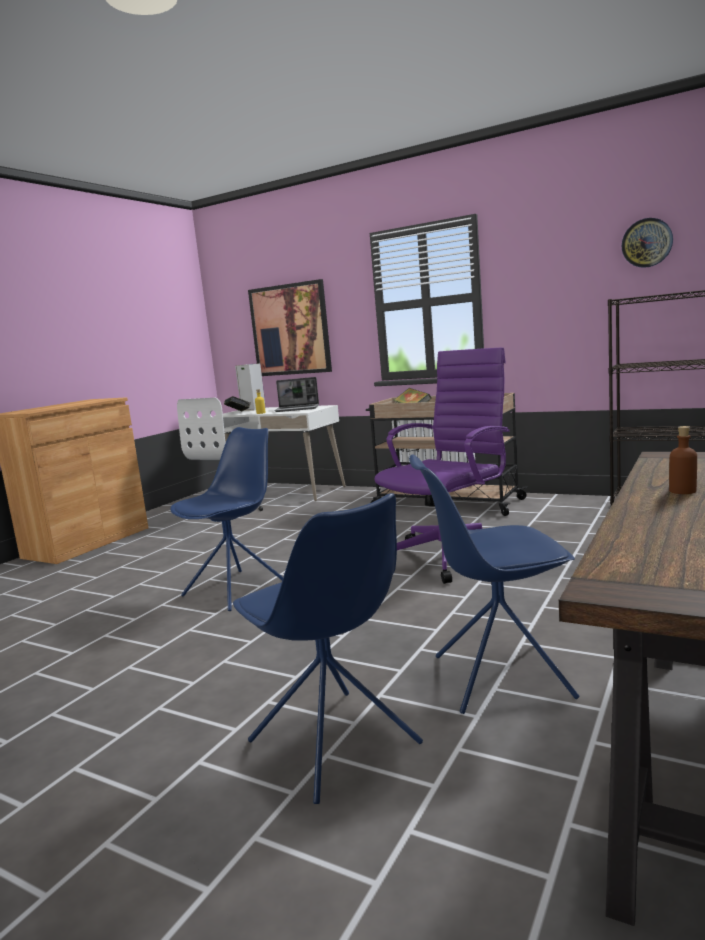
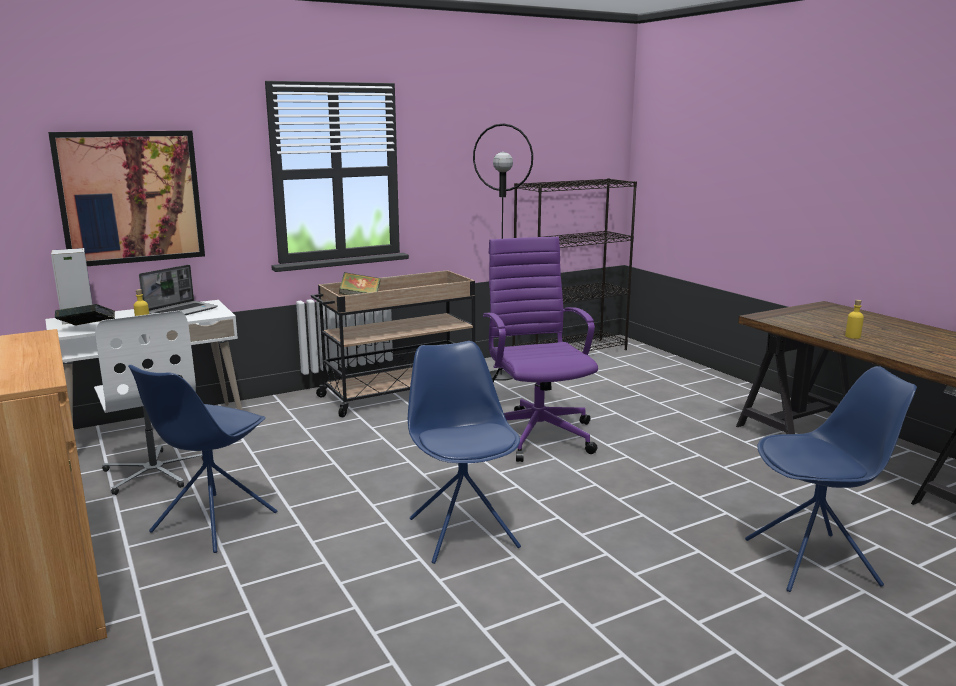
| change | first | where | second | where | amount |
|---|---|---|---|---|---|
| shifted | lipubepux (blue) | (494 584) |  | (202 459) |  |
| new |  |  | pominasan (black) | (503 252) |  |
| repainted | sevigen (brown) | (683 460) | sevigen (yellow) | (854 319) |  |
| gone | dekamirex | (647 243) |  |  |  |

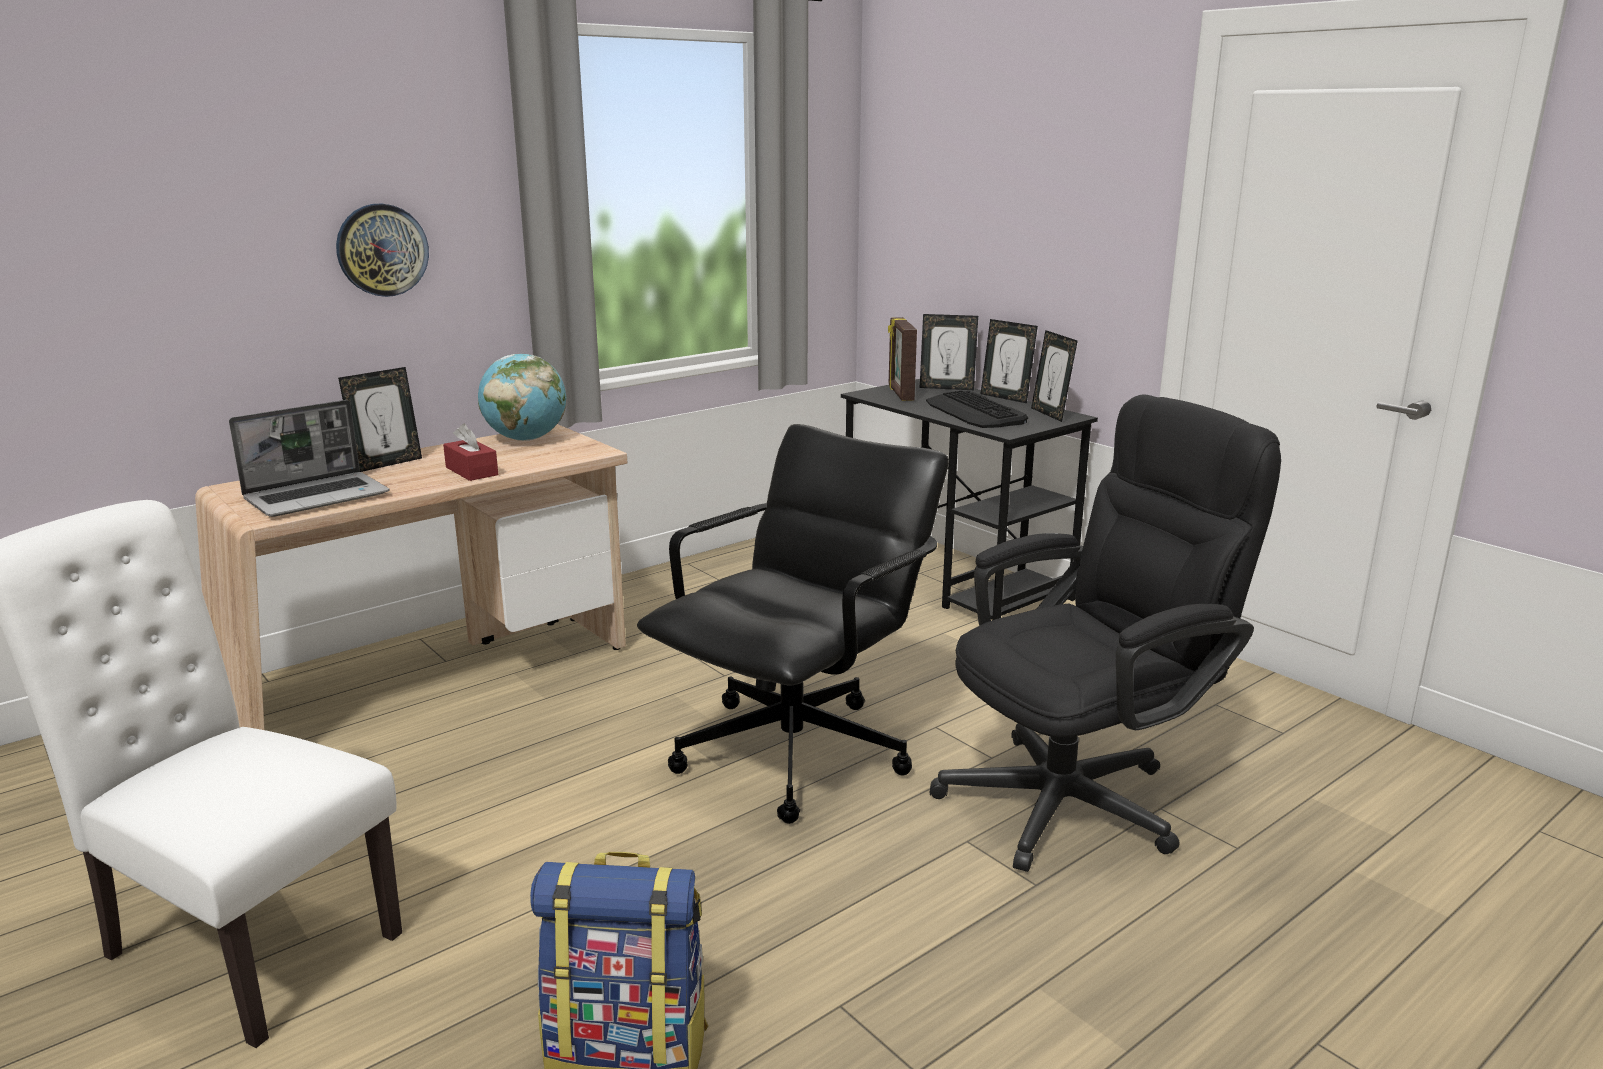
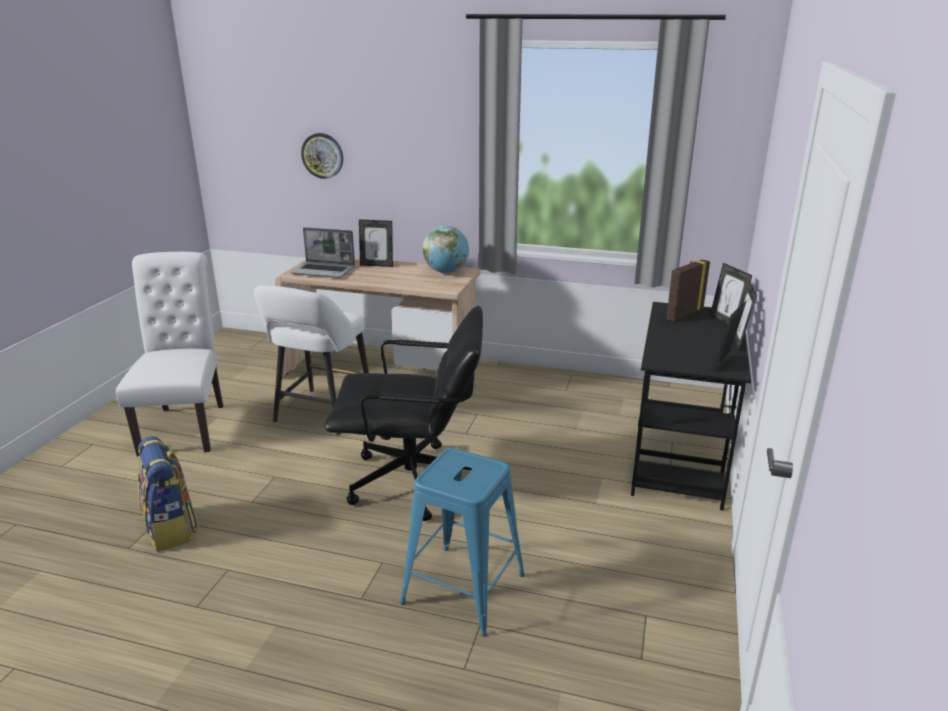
| change | first | where | second | where | amount |
|---|---|---|---|---|---|
| new |  |  | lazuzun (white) | (311 360) |  |
| shifted | dekamirex | (382 250) |  | (322 156) |  |
| swapped | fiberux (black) | (1105 633) | lazuzun (blue) | (462 542) |  |
| gone | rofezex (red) | (470 452) |  |  |  |
| gone | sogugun | (977 409) |  |  |  |

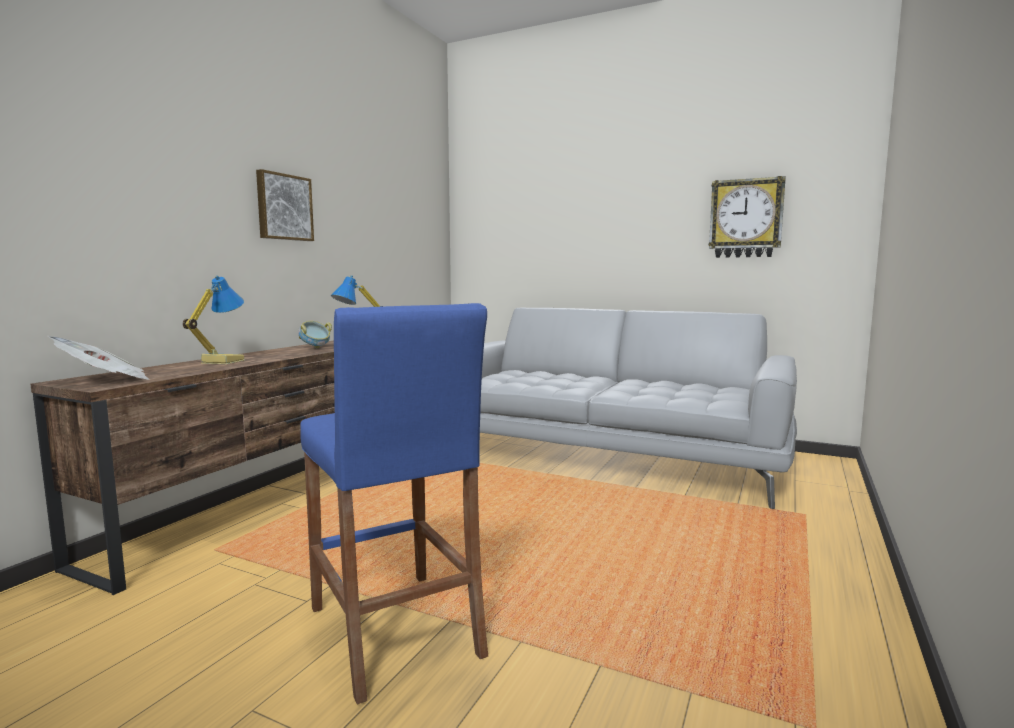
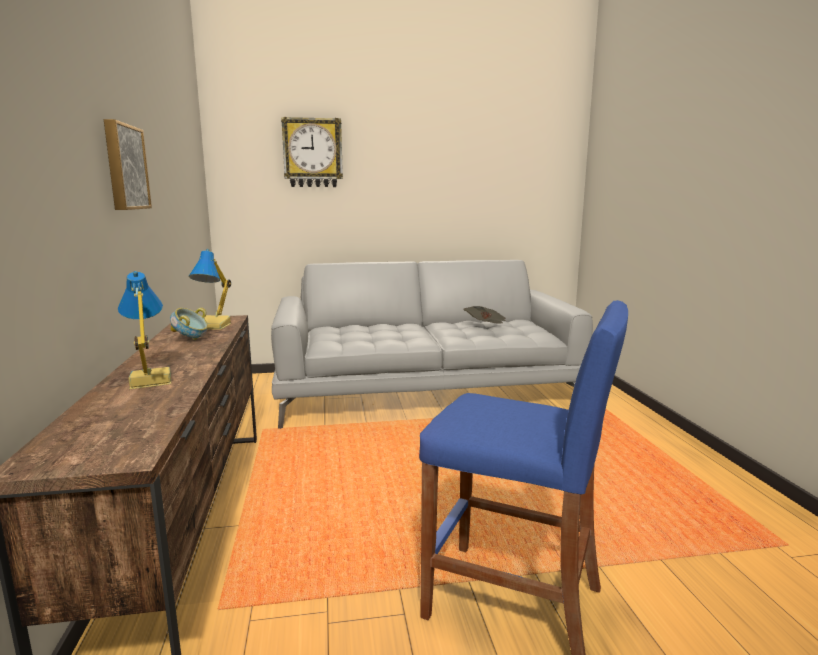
| change | first | where | second | where | amount |
|---|---|---|---|---|---|
| shifted | dekamirex | (747 217) |  | (312 152) |  |
| shifted | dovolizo | (99 358) |  | (484 315) |  |

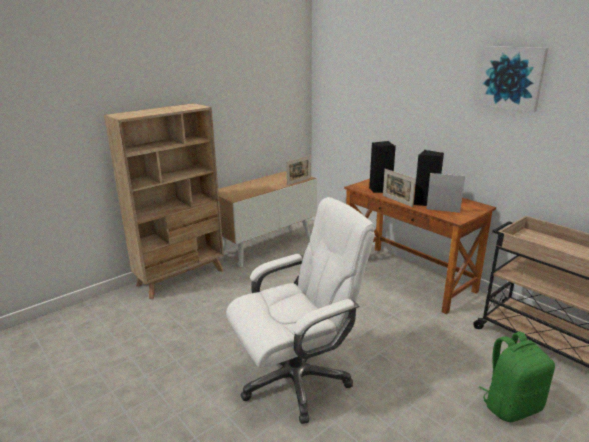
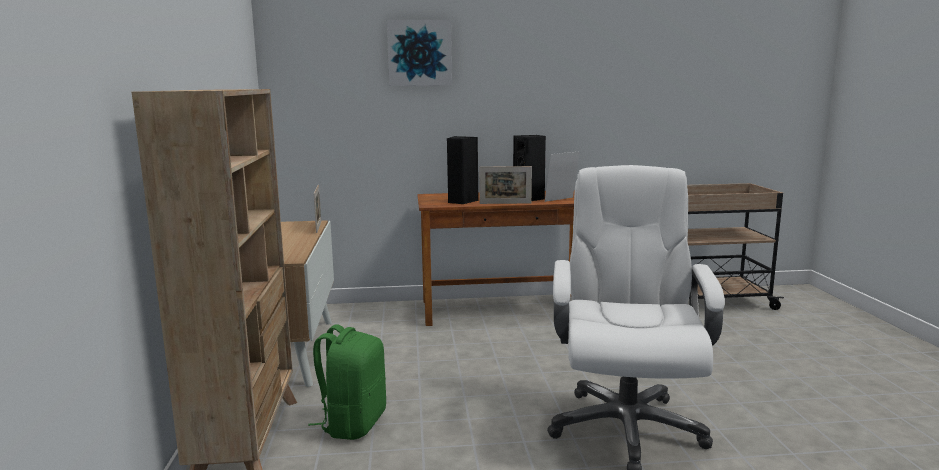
| change | first | where | second | where | amount |
|---|---|---|---|---|---|
| shifted | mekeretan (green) | (517 377) |  | (347 382) |  |
| shifted | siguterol | (513 79) |  | (419 53) |  |

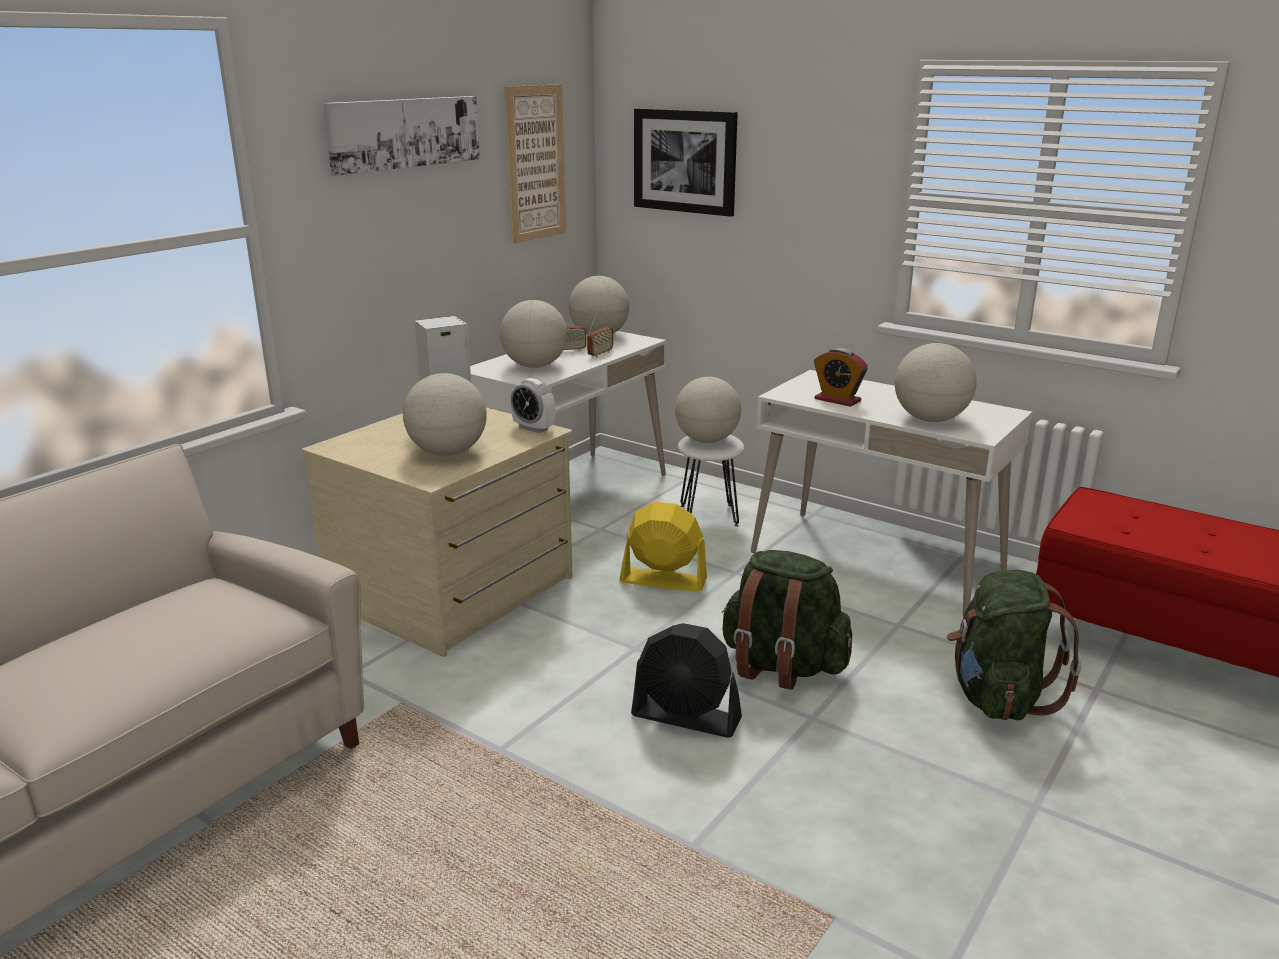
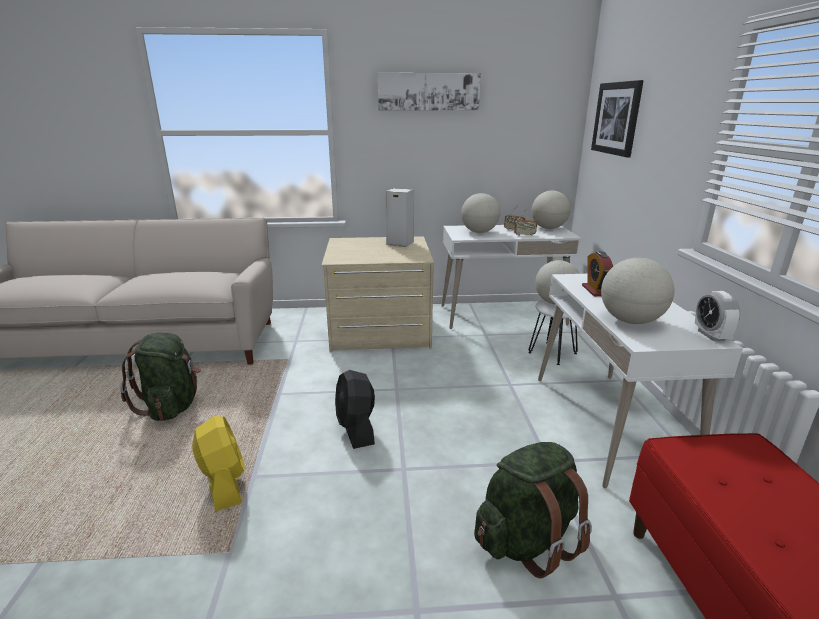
| change | first | where | second | where | amount |
|---|---|---|---|---|---|
| shifted | mekeretan (green) | (787 620) |  | (160 377) |  |
| shifted | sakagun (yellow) | (663 547) |  | (218 463) |  |
| shifted | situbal | (532 405) |  | (717 316) |  |
| gone | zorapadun | (445 414) |  |  |  |
| gone | siguterol | (535 164) |  |  |  |

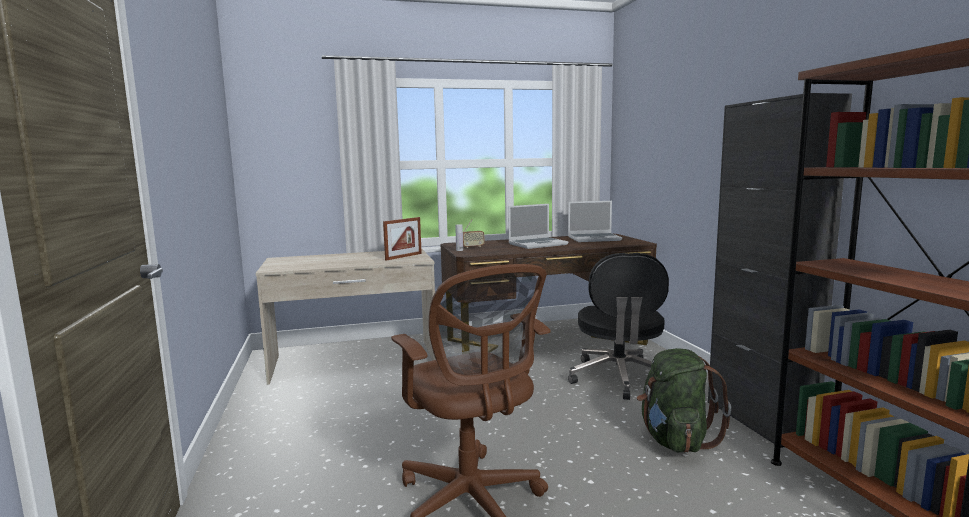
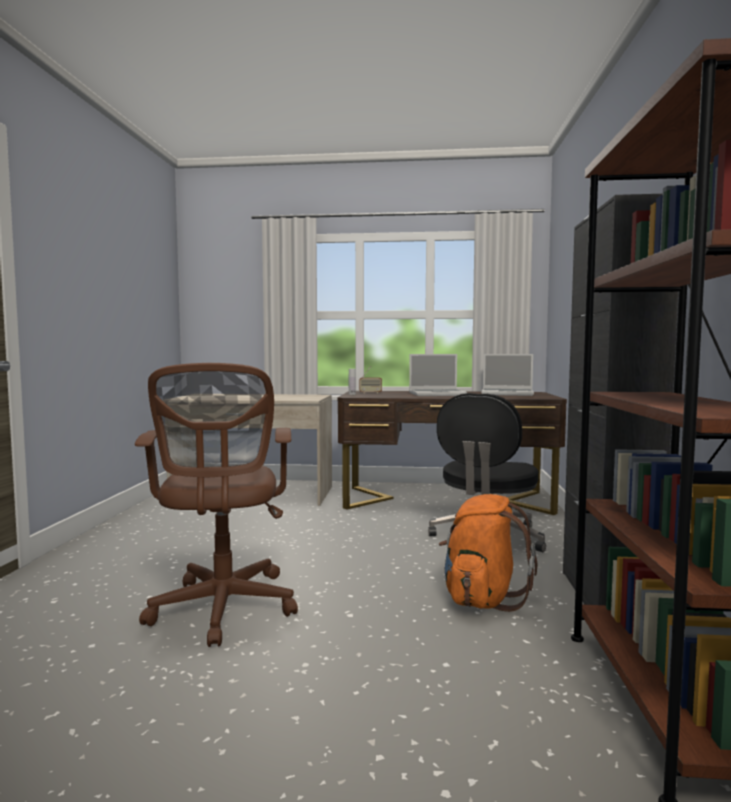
| change | first | where | second | where | amount |
|---|---|---|---|---|---|
| repainted | mekeretan (green) | (684 400) | mekeretan (orange) | (488 553) |  |
| gone | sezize | (402 239) |  |  |  |

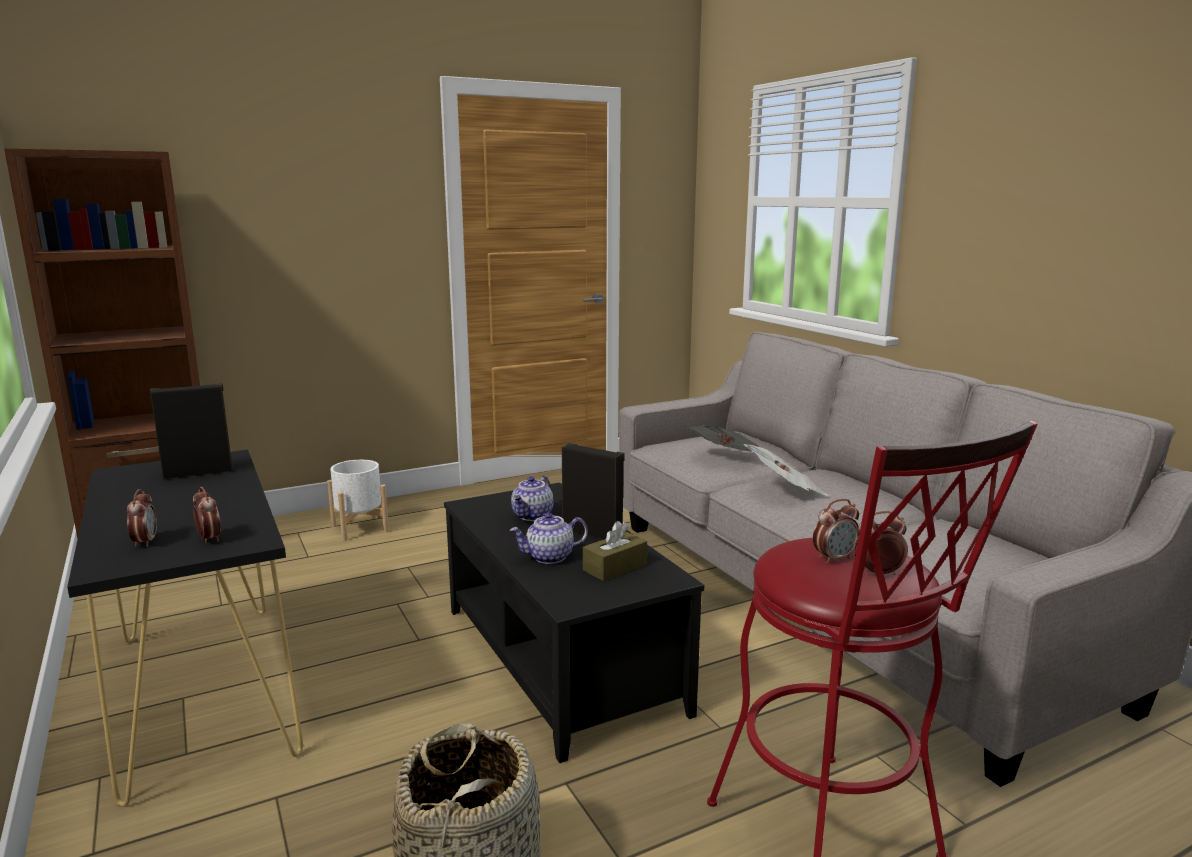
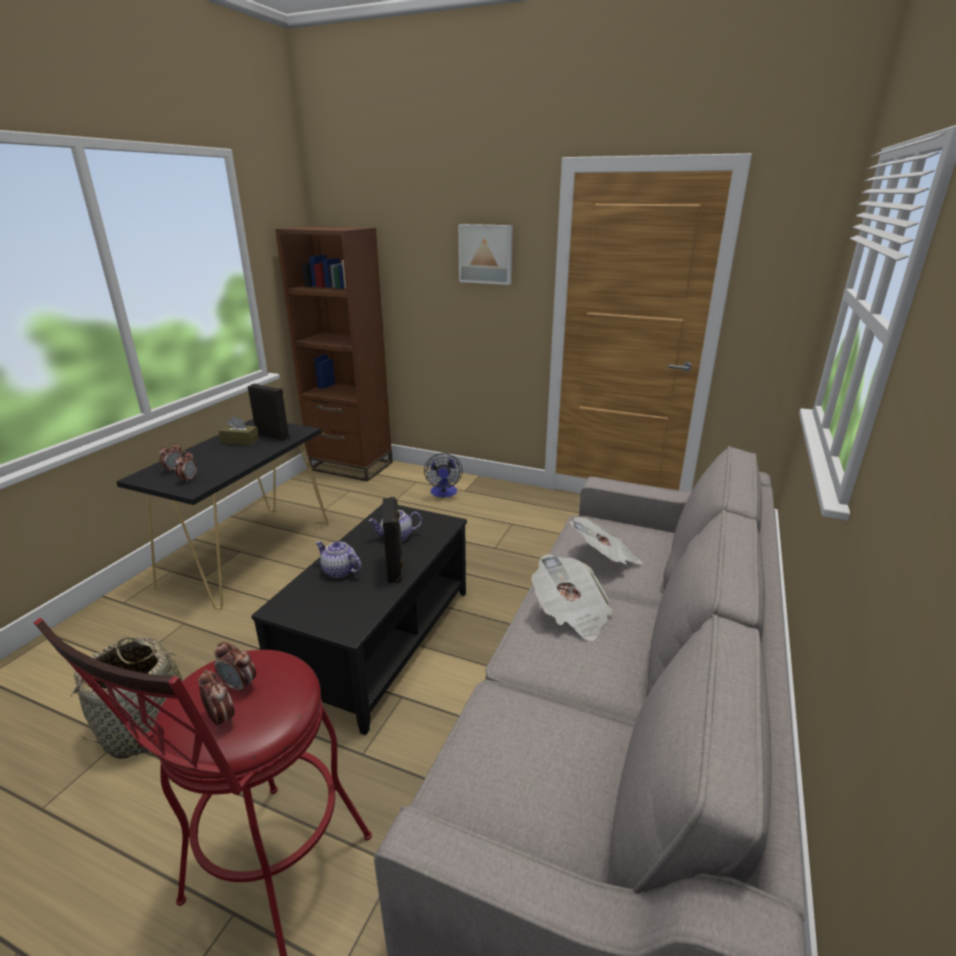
| change | first | where | second | where | amount |
|---|---|---|---|---|---|
| shifted | rofezex (brown) | (615 551) |  | (239 431) |  |
| swapped | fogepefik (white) | (358 500) | sakagun | (443 475) |  |
| new |  |  | siguterol | (485 254) |  |

